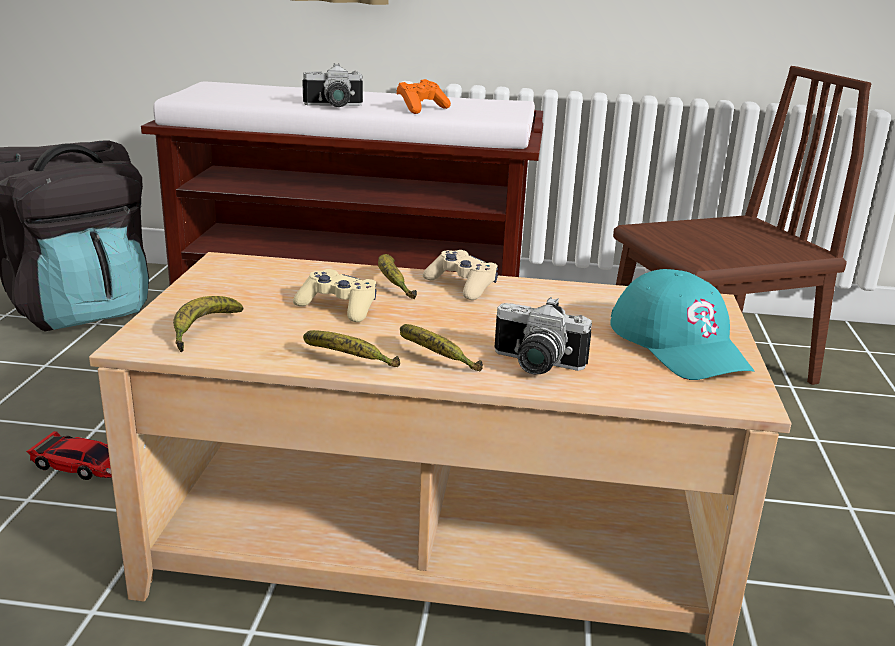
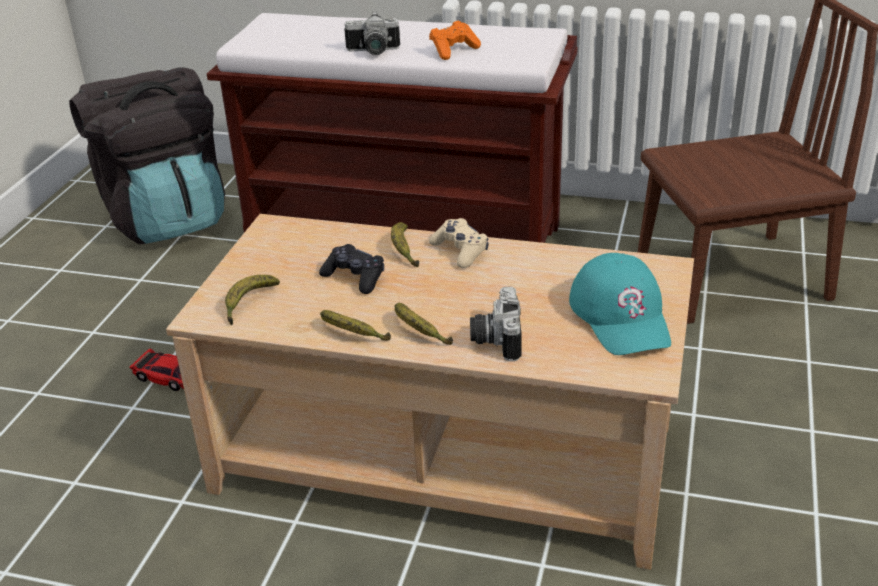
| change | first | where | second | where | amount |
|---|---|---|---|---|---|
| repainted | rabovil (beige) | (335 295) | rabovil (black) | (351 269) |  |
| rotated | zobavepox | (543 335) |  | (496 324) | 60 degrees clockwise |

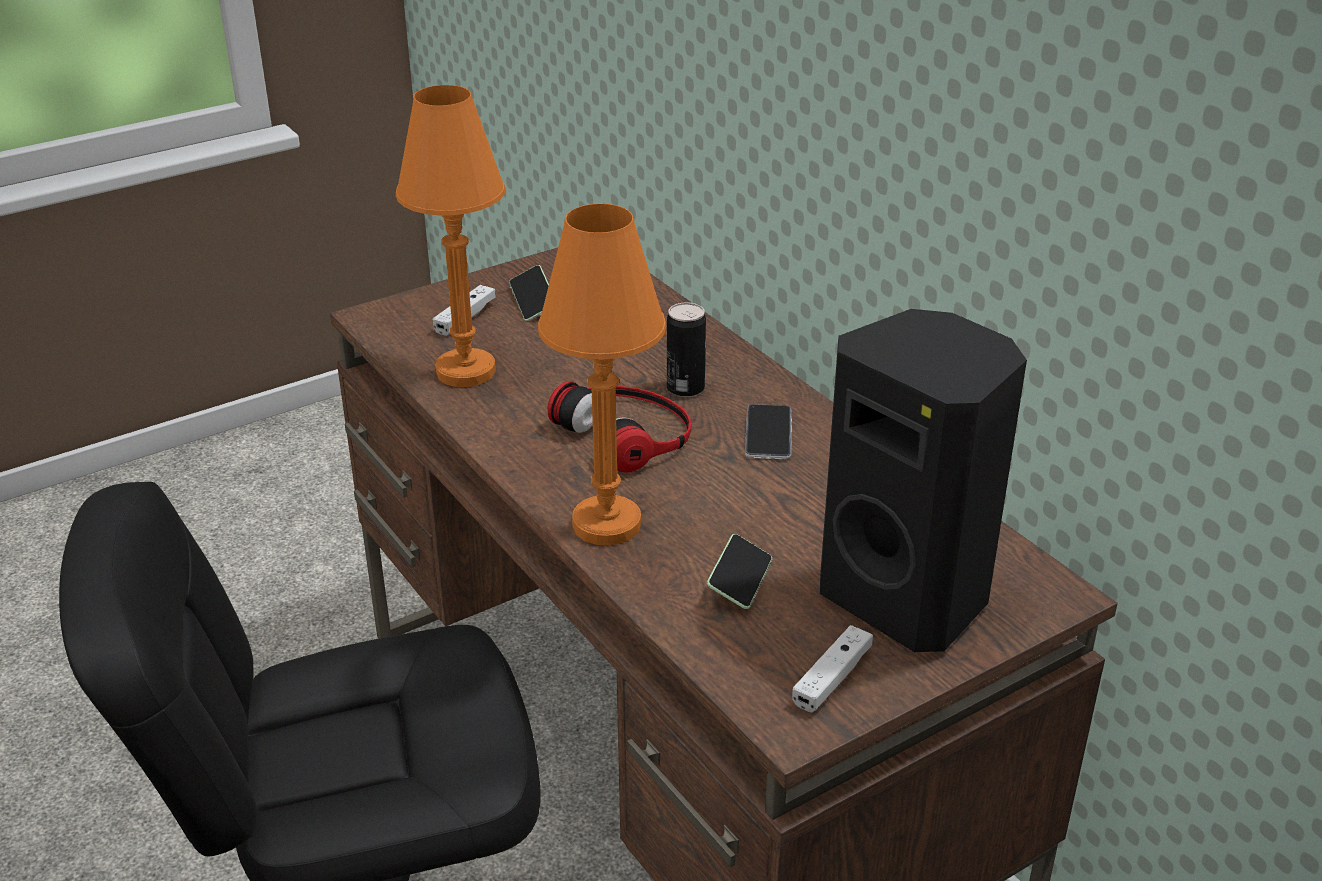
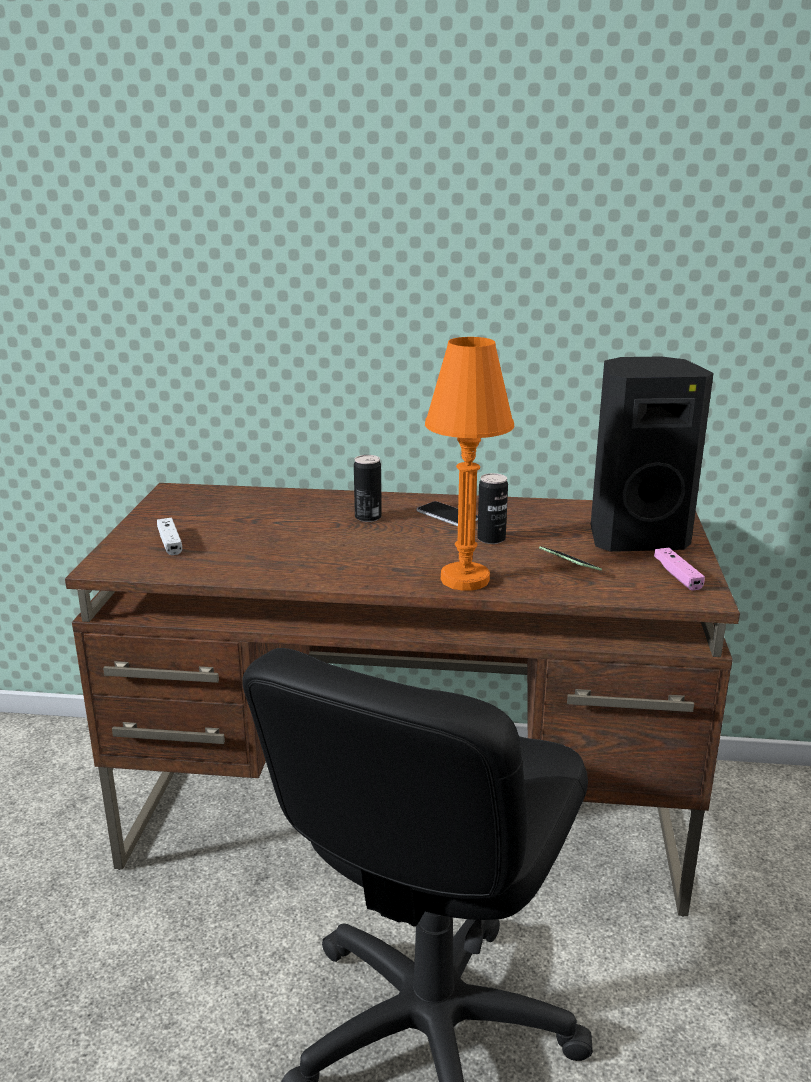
| change | first | where | second | where | amount |
|---|---|---|---|---|---|
| new |  |  | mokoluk | (492 508) |  |
| repainted | rabovil (white) | (832 668) | rabovil (pink) | (679 569) |  |
| gone | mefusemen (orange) | (450 236) |  |  |  |
| gone | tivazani | (529 293) |  |  |  |
| gone | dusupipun | (619 426) |  |  |  |

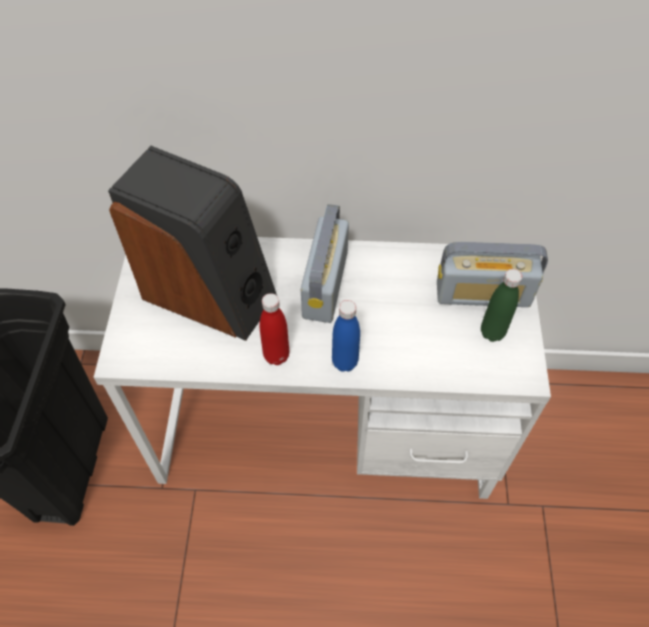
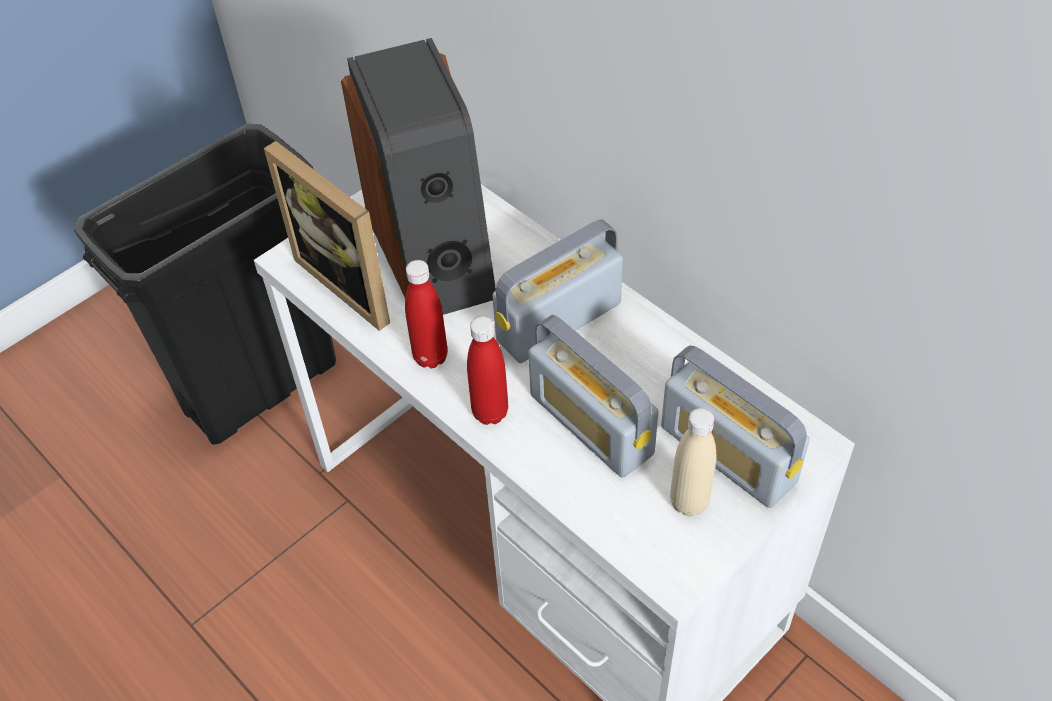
| change | first | where | second | where | amount |
|---|---|---|---|---|---|
| new |  |  | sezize | (327 236) |  |
| repainted | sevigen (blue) | (346 336) | sevigen (red) | (487 370) |  |
| new |  |  | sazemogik | (593 396) |  |
| repainted | sevigen (green) | (501 305) | sevigen (beige) | (693 462) |  |

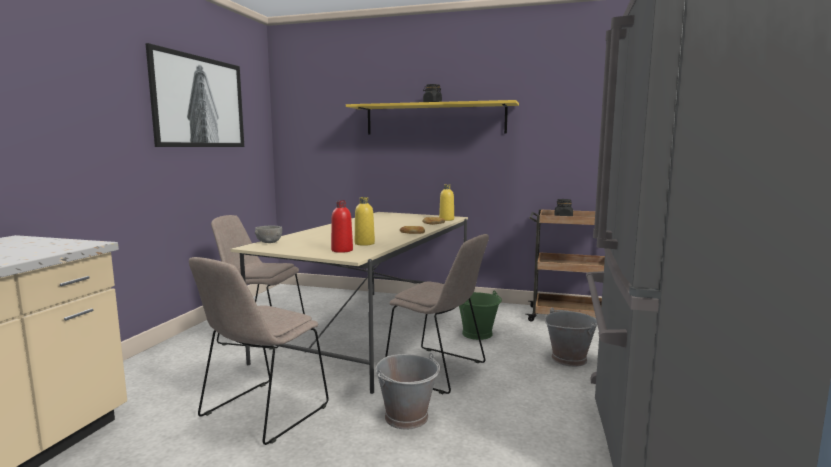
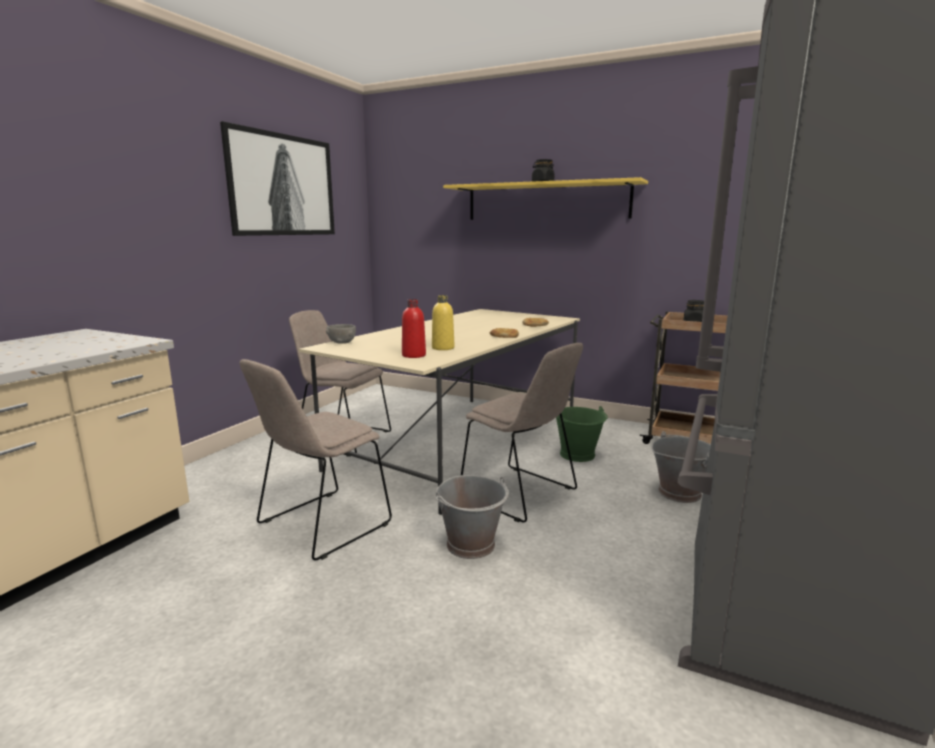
| change | first | where | second | where | amount |
|---|---|---|---|---|---|
| gone | sevigen (yellow) | (446 202) |  |  |  |

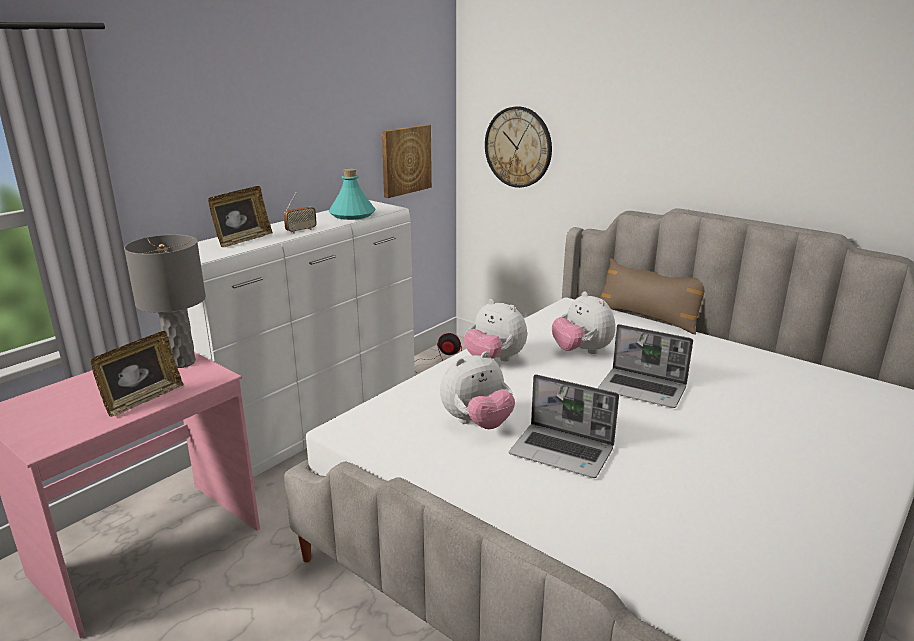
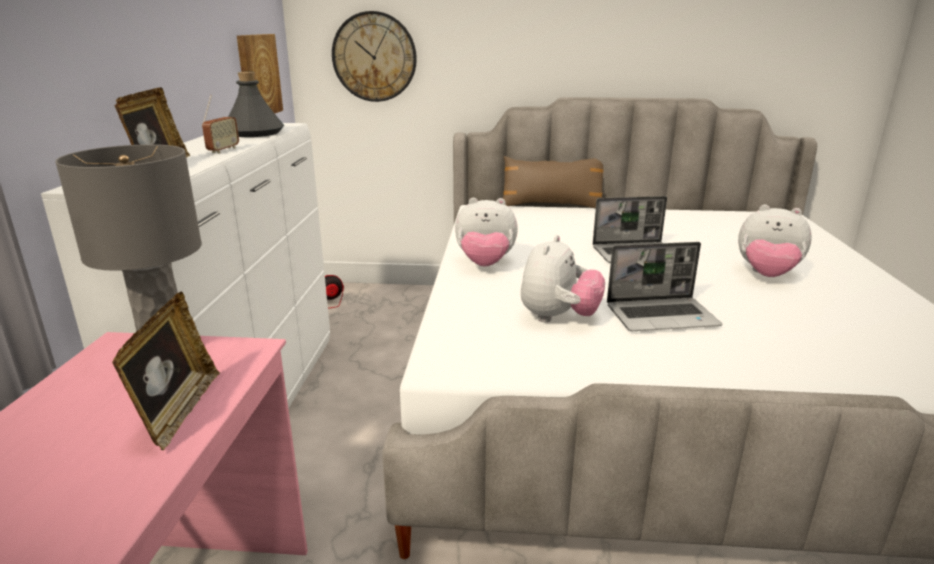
| change | first | where | second | where | amount |
|---|---|---|---|---|---|
| repainted | sevigen (turquoise) | (352 194) | sevigen (grey) | (256 104) |  |
| shifted | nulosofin | (583 322) |  | (775 241) |  |

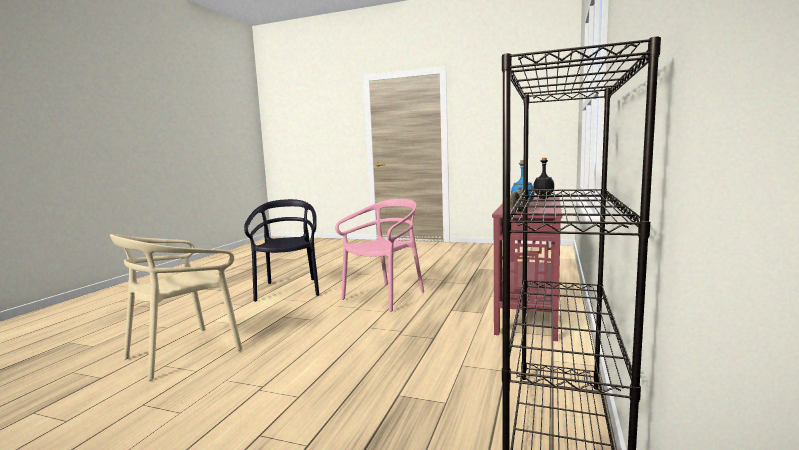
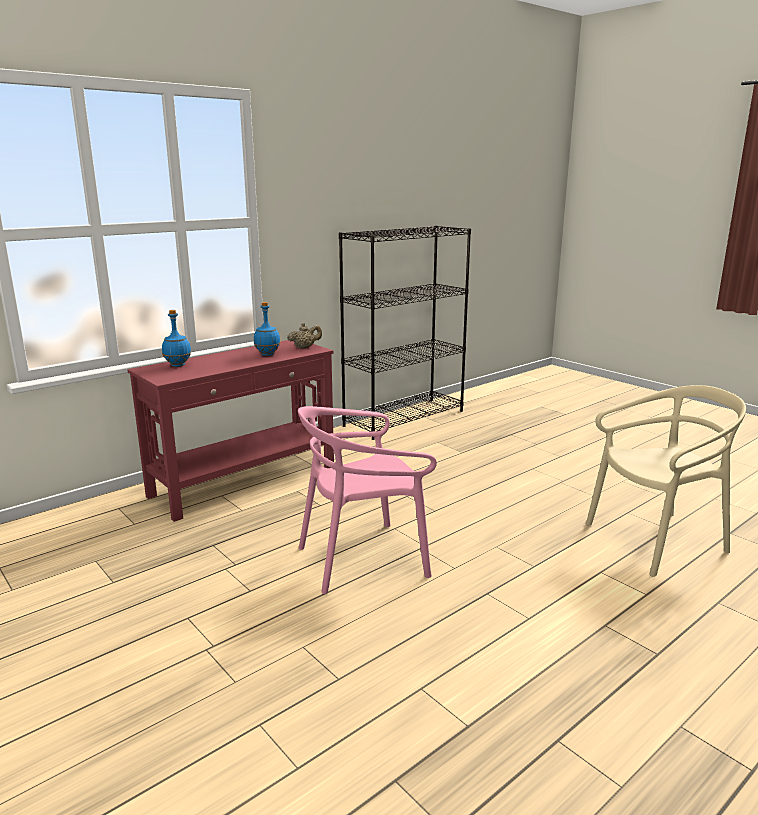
| change | first | where | second | where | amount |
|---|---|---|---|---|---|
| repainted | sevigen (black) | (544 178) | sevigen (blue) | (176 338) |  |
| gone | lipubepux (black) | (281 250) |  |  |  |

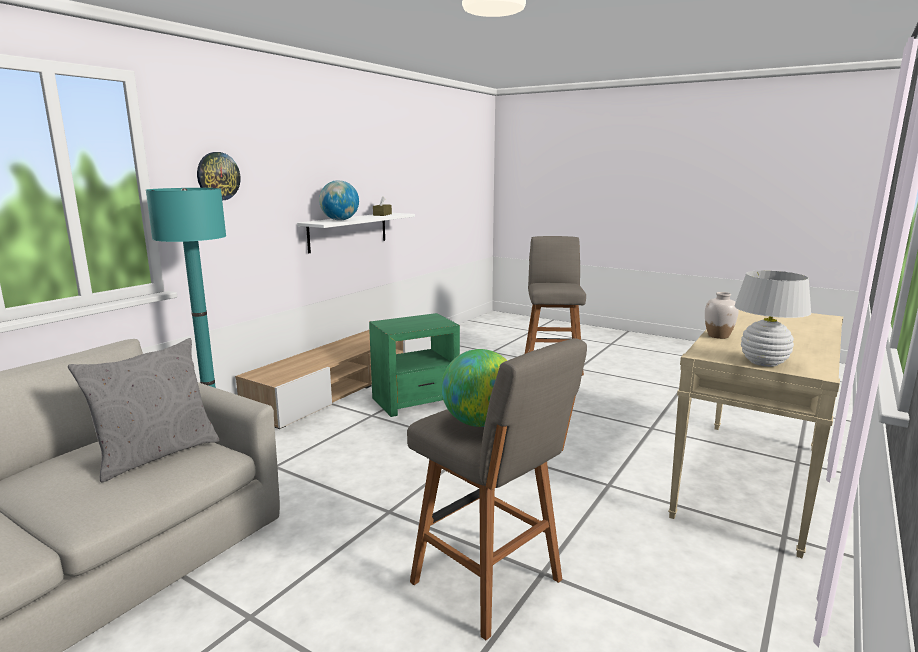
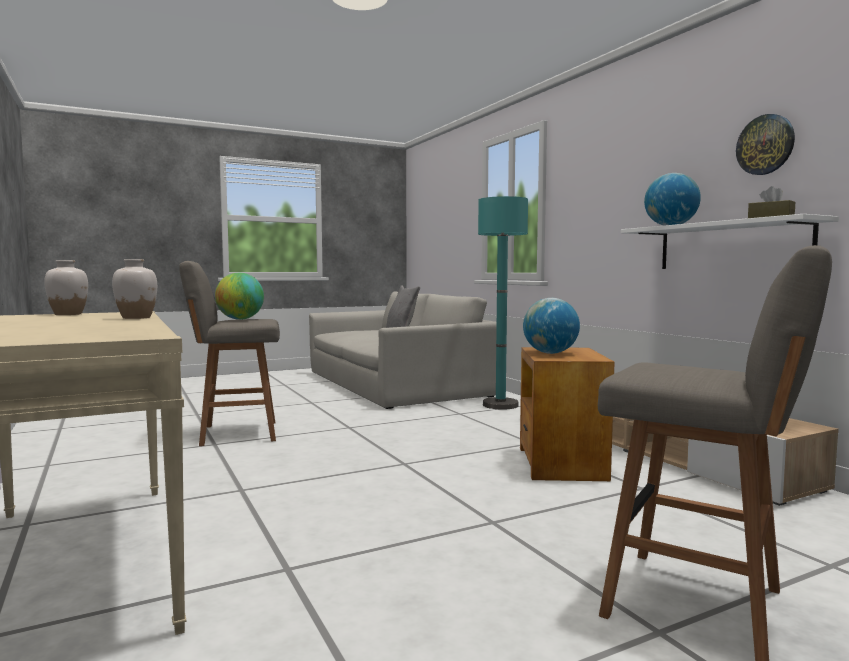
| change | first | where | second | where | amount |
|---|---|---|---|---|---|
| swapped | mefusemen (white) | (772 318) | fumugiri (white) | (66 287) |  |
| repainted | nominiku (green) | (414 365) | nominiku (brown) | (567 414) |  |
| new |  |  | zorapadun | (551 326) |  |
| shifted | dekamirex | (218 176) |  | (765 144) |  |

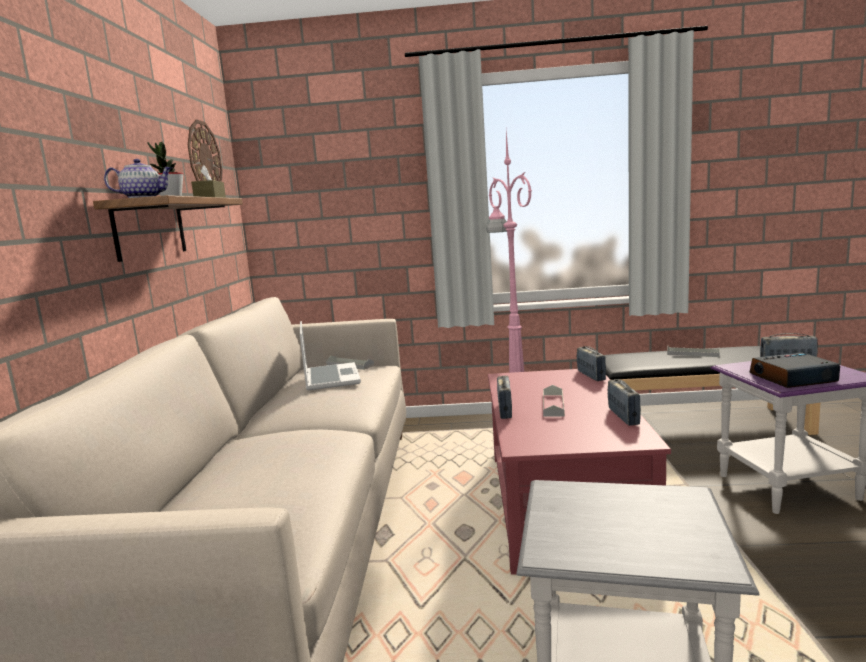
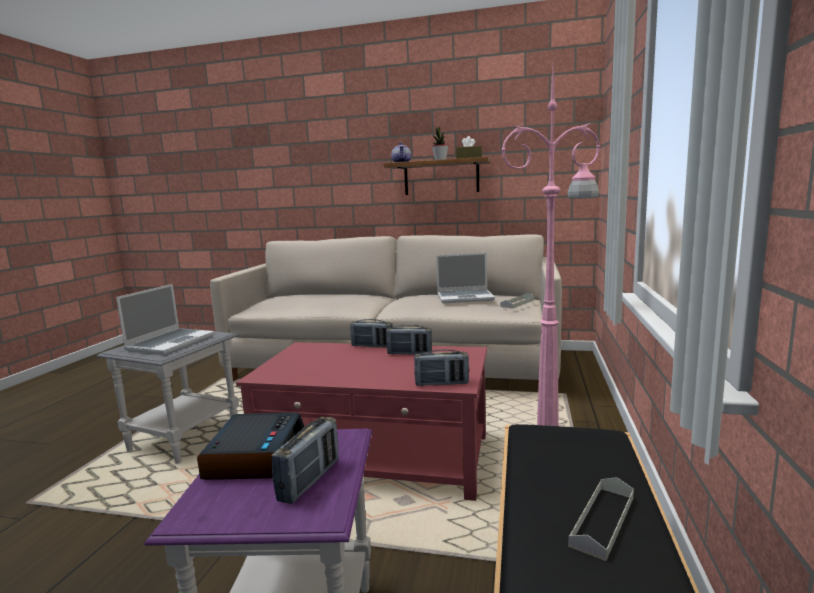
| change | first | where | second | where | amount |
|---|---|---|---|---|---|
| new |  |  | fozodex | (165 319) |  |
| shifted | sazemogik | (624 402) |  | (409 339) |  |
| gone | dekamirex | (205 150) |  |  |  |
| gone | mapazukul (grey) | (554 401) |  |  |  |

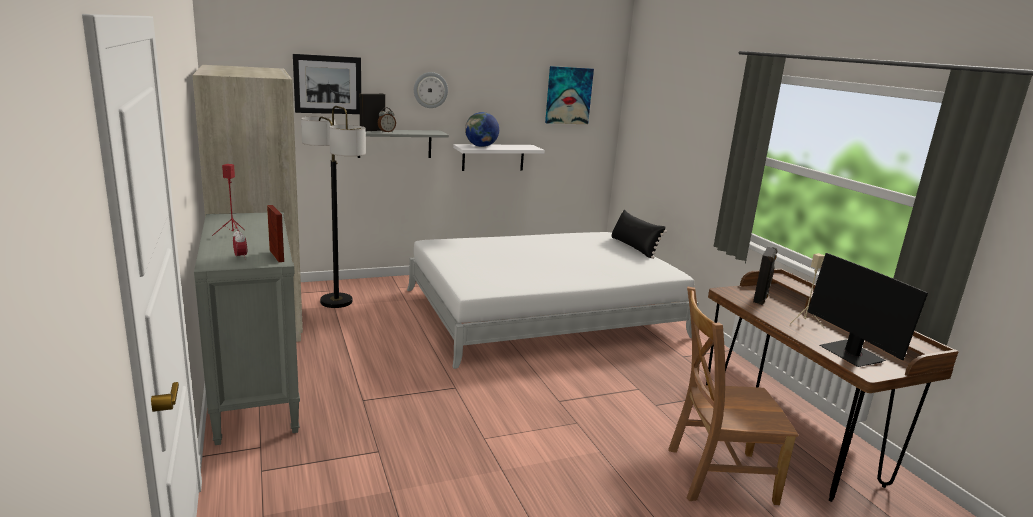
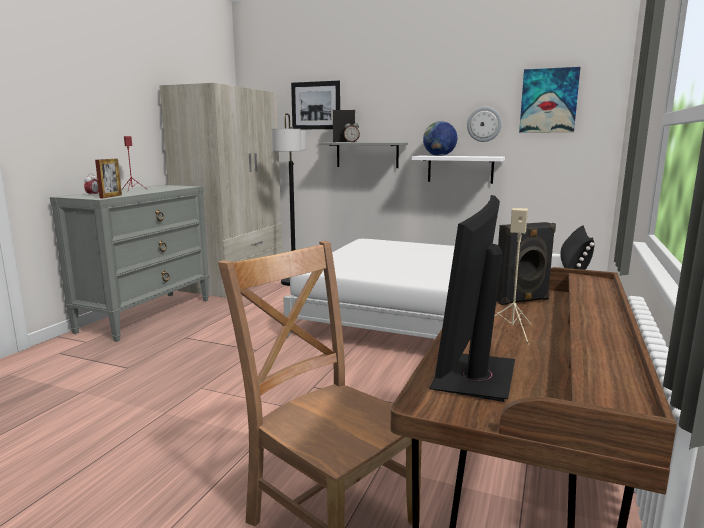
| change | first | where | second | where | amount |
|---|---|---|---|---|---|
| shifted | dekamirex | (431 90) |  | (484 124) |  |

